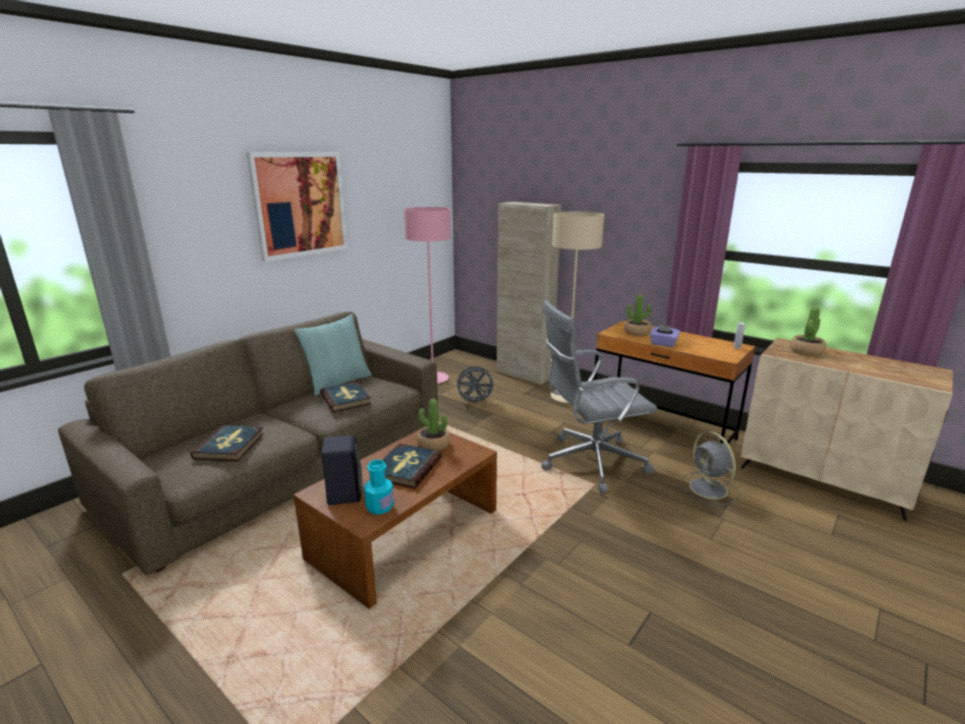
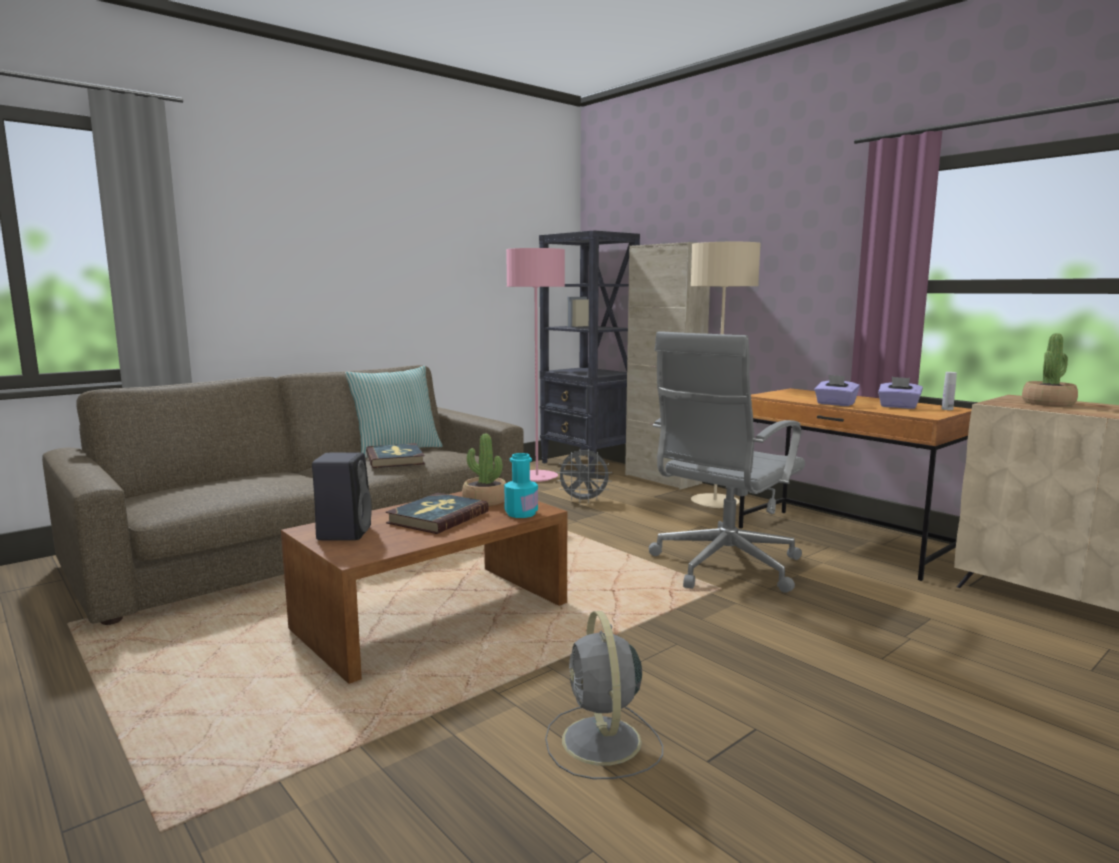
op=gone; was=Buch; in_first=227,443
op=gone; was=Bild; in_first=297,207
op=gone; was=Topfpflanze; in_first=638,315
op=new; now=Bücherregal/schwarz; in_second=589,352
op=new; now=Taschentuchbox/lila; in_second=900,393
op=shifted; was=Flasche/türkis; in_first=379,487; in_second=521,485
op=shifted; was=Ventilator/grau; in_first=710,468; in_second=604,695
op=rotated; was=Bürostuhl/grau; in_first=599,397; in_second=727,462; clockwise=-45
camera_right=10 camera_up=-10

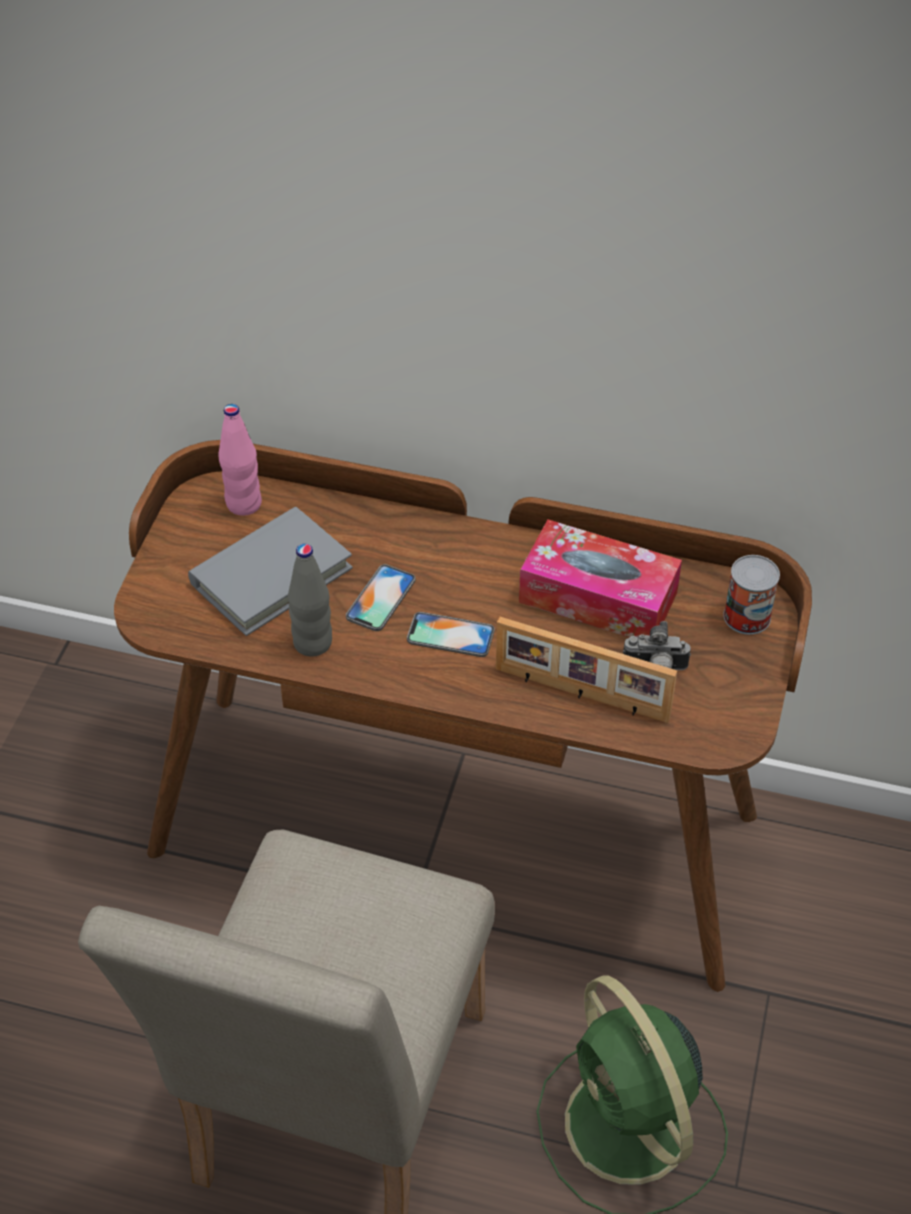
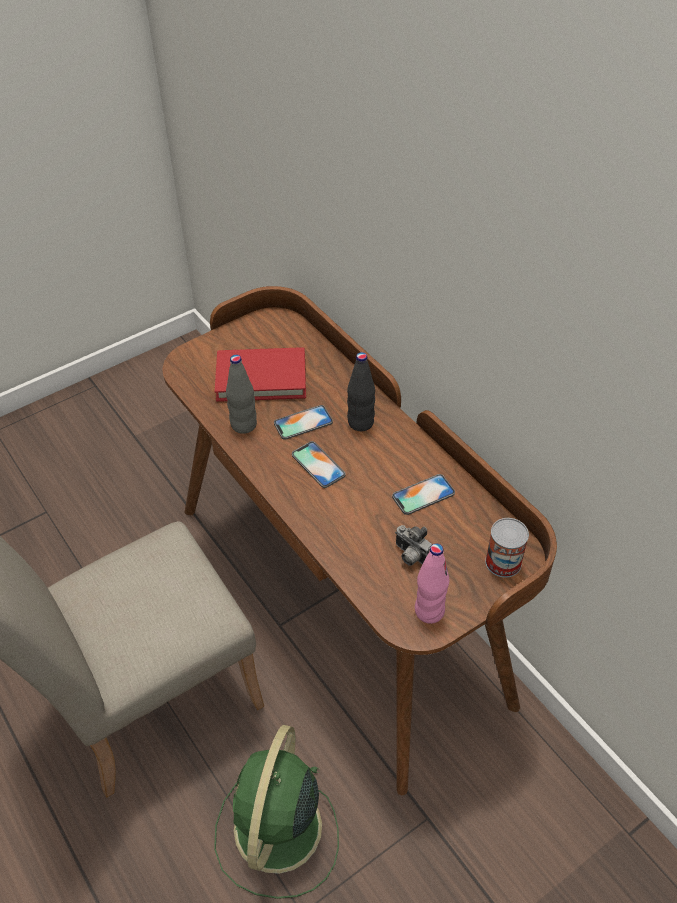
op=gone; was=Bilderrahmen; in_first=586,670
op=new; now=Flasche/schwarz; in_second=361,391
op=shifted; was=Flasche/rosa; in_first=240,460; in_second=432,583
op=swapped; was=Taschentuchbox; now=Handy; in_first=600,578; in_second=423,494
op=repainted; was=Buch/grau; now=Buch/rot; in_first=270,571; in_second=260,374
camera_right=40 camera_up=0

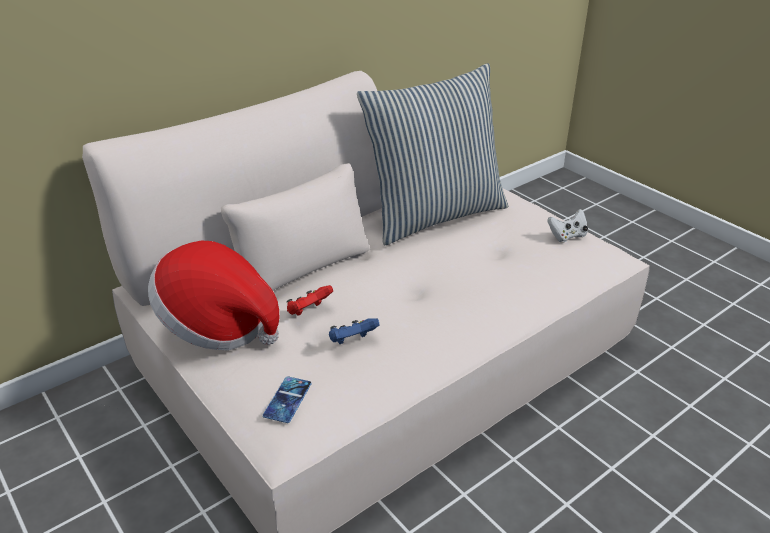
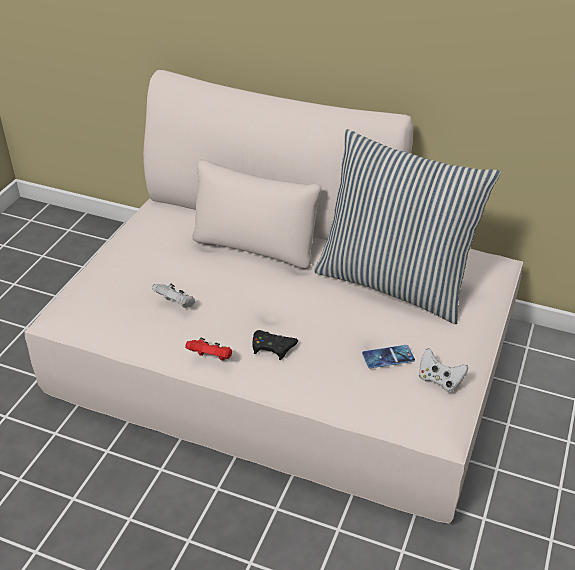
op=gone; was=Hut; in_first=213,296
op=new; now=Gamepad/schwarz; in_second=275,345
op=shifted; was=Handy; in_first=287,399; in_second=388,357
op=shifted; was=Gamepad/rot; in_first=310,300; in_second=209,349
op=repainted; was=Gamepad/blau; now=Gamepad/weiß; in_first=354,331; in_second=173,295
camera_right=60 camera_up=5

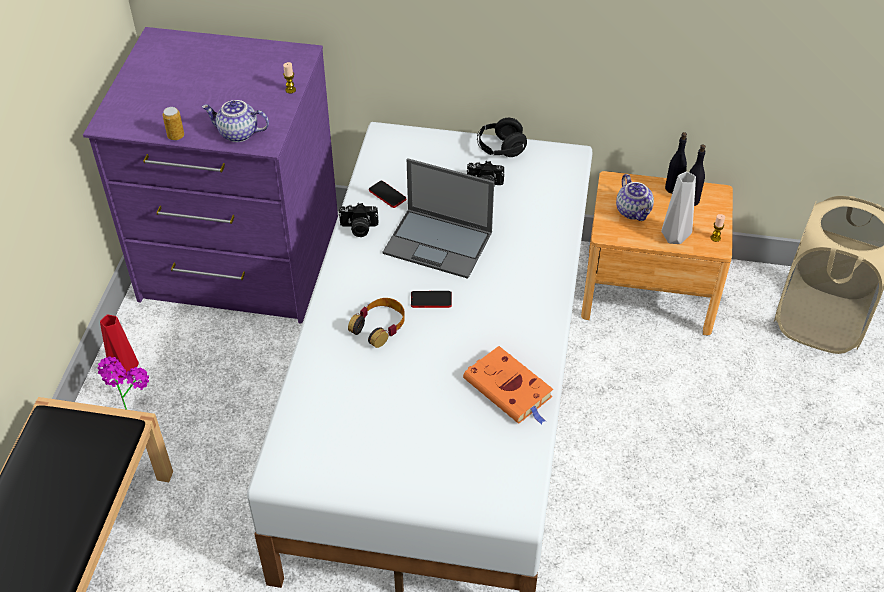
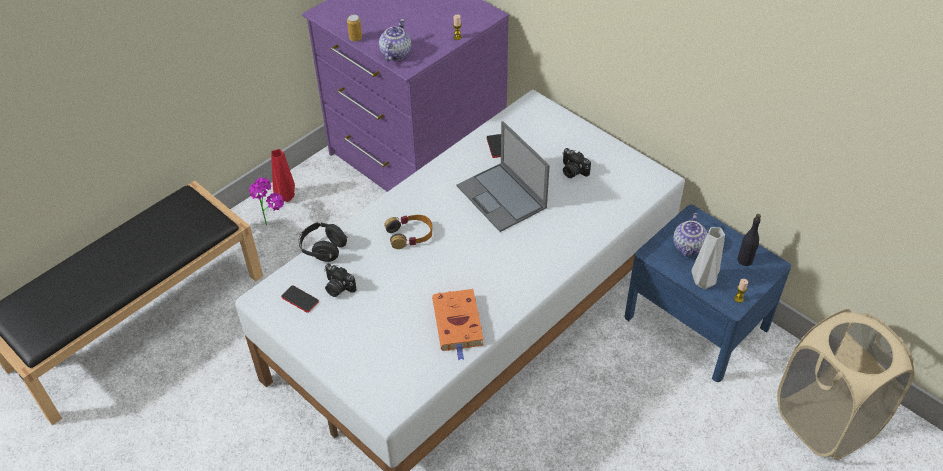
op=gone; was=Flasche/schwarz; in_first=676,163
op=shifted; was=Kamera; in_first=359,220; in_second=340,280
op=shifted; was=Handy; in_first=431,299; in_second=300,299
op=shifted; was=Kopfhörer/schwarz; in_first=502,137; in_second=323,242
op=repainted; was=Nachttisch/braun; now=Nachttisch/blau; in_first=657,253; in_second=707,293
op=rotated; was=Teekanne; in_first=235,121; in_second=395,40; clockwise=60
camera_right=35 camera_up=0

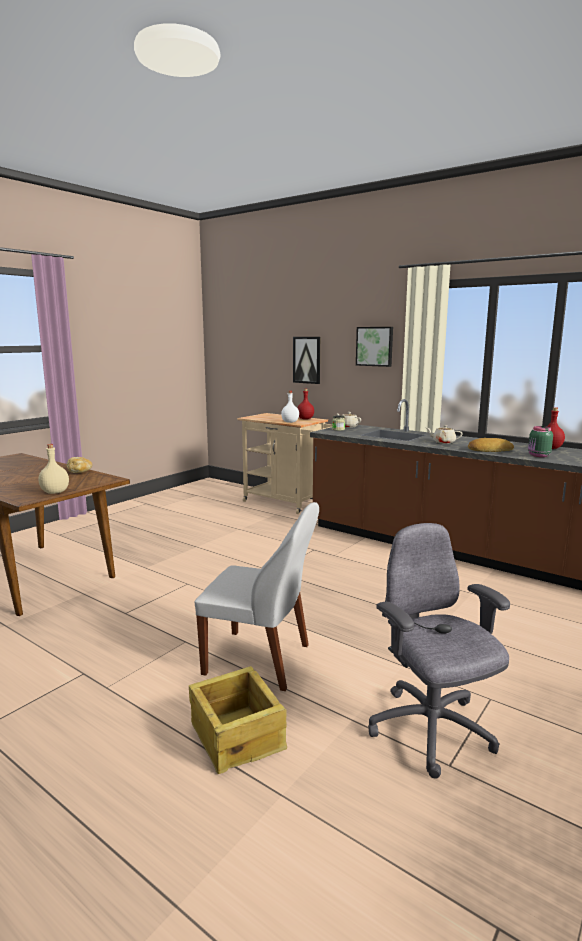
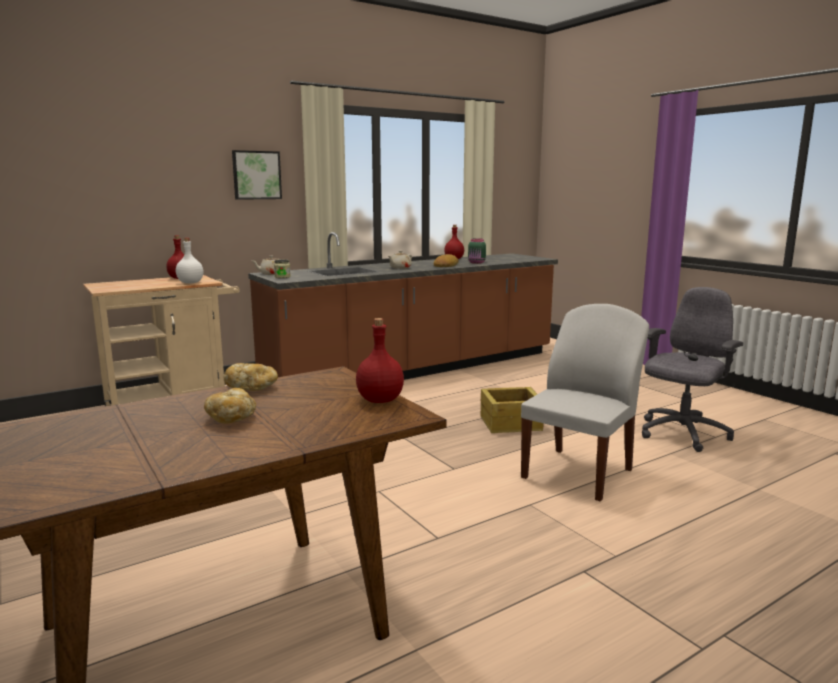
op=gone; was=Bild; in_first=306,360
op=new; now=Brot; in_second=230,406
op=shifted; was=Kiste; in_first=238,720; in_second=512,410
op=repainted; was=Flasche/beige; now=Flasche/rot; in_first=53,469; in_second=380,360
op=rotated; was=Bürostuhl/grau; in_first=439,650; in_second=692,369; clockwise=135
camera_right=-70 camera_up=0

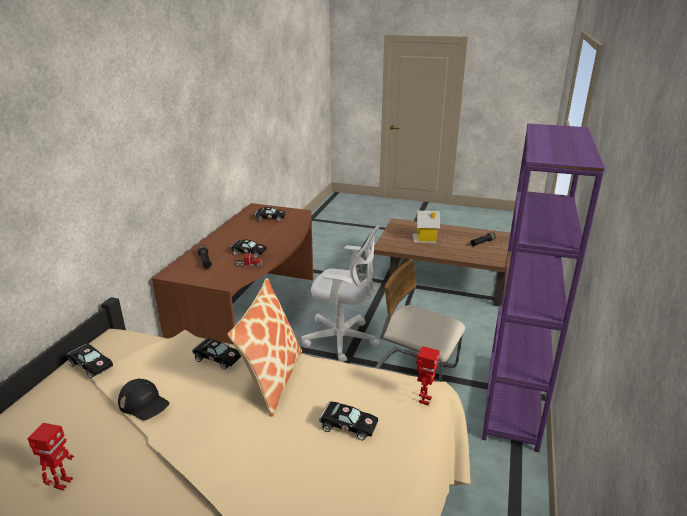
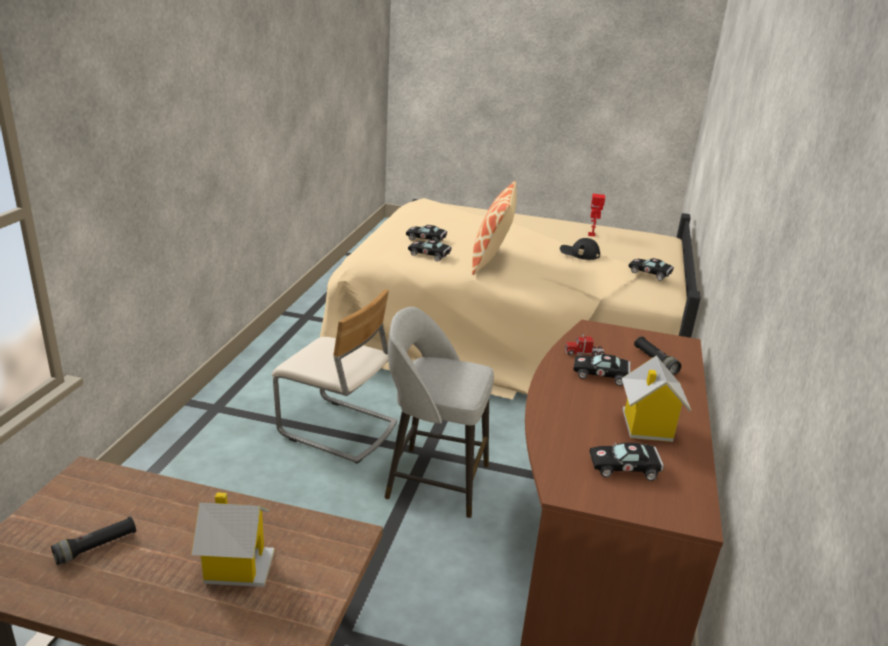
op=gone; was=Spielzeugroboter; in_first=428,376
op=gone; was=Bücherregal/lila; in_first=543,287
op=new; now=Spielzeughaus; in_second=657,399
op=shifted; was=Spielzeugauto/schwarz; in_first=216,354; in_second=430,250
op=swapped; was=Bürostuhl/weiß; now=Hocker/grau; in_first=340,293; in_second=439,412
camera_right=175 camera_up=0

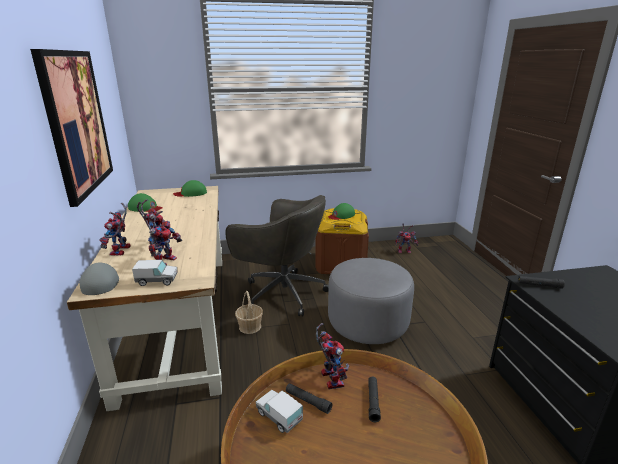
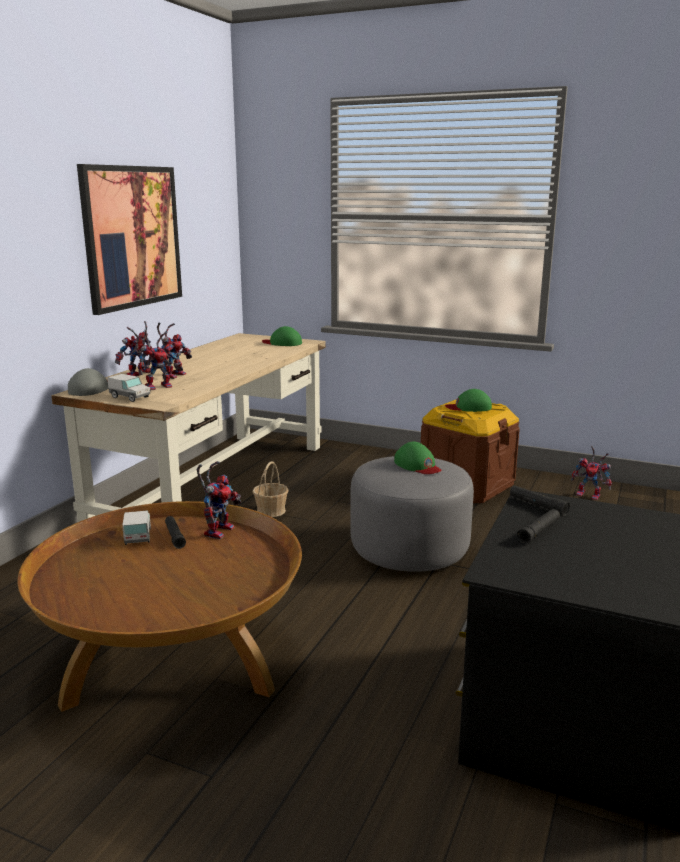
op=gone; was=Bürostuhl/grau; in_first=277,255
op=shifted; was=Kappe/grün; in_first=145,202; in_second=418,458
op=shifted; was=Taschenlampe/schwarz; in_first=374,399; in_second=538,526
camera_right=35 camera_up=-5

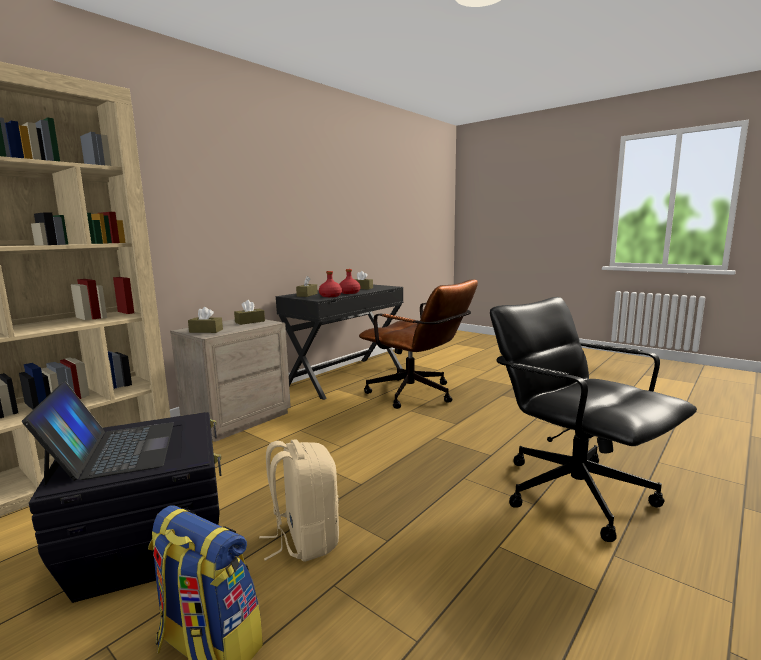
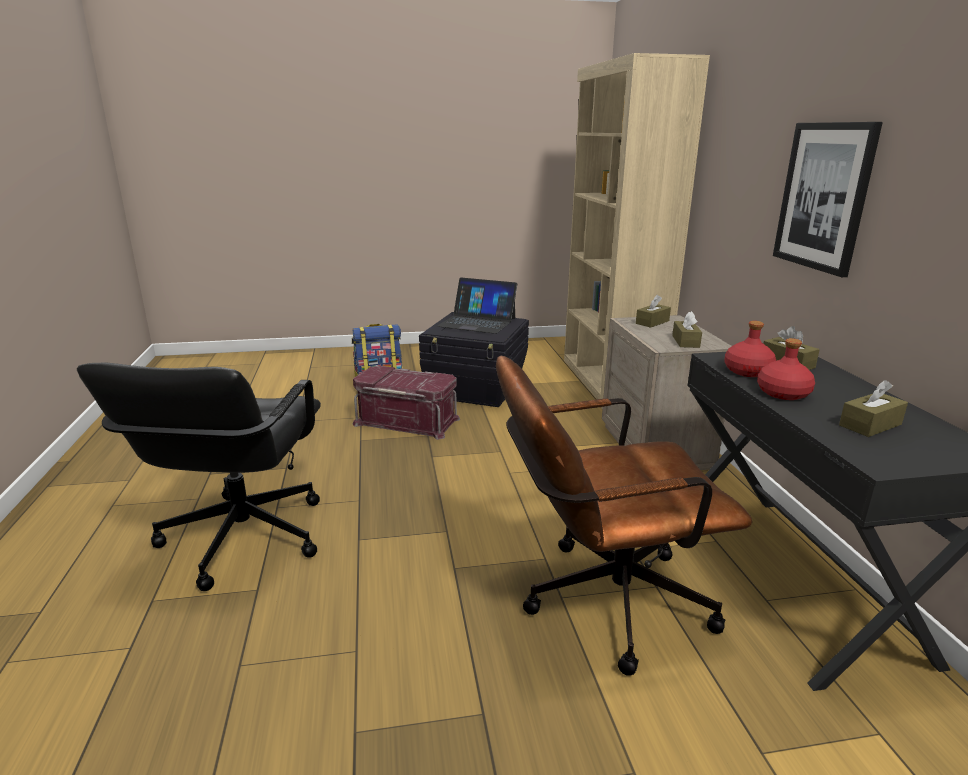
op=new; now=Bild; in_second=828,199
op=swapped; was=Rucksack/beige; now=Aufbewahrungsbox/rot; in_first=299,500; in_second=406,402
op=rotated; was=Bürostuhl/schwarz; in_first=593,419; in_second=199,476; clockwise=90
camera_right=130 camera_up=10

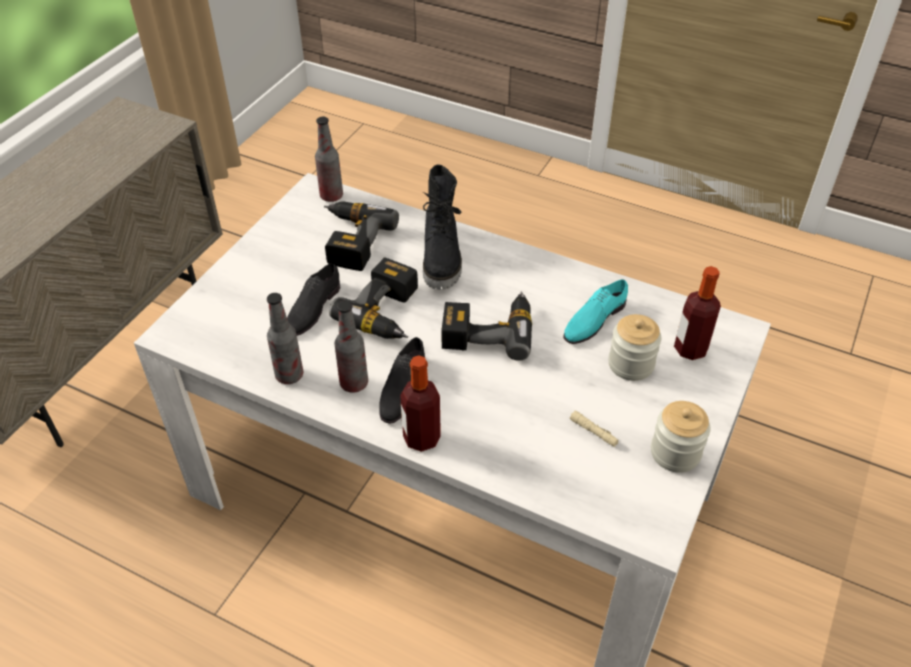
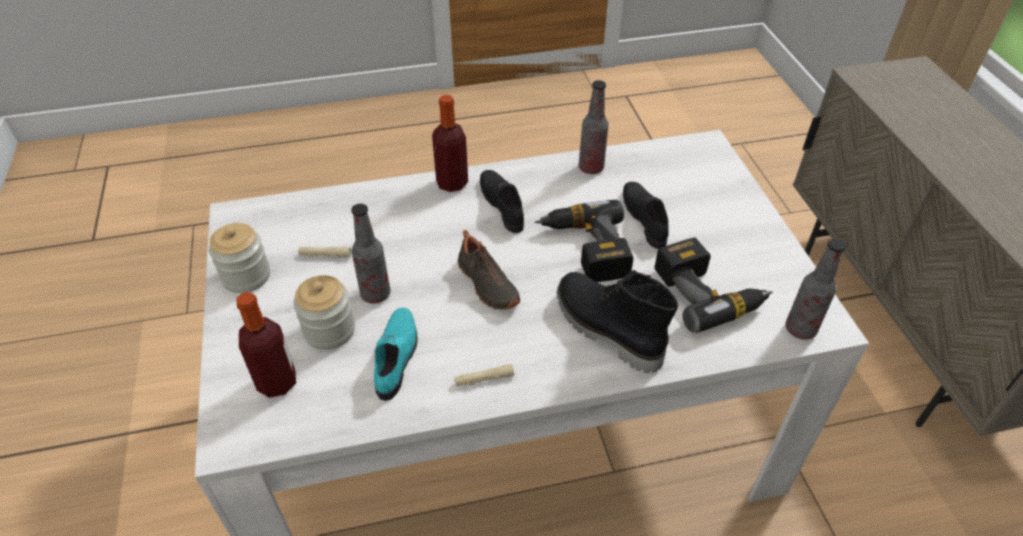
op=new; now=Taschenlampe/beige; in_second=484,375
op=shifted; was=Flasche; in_first=351,347; in_second=370,254
op=swapped; was=Bohrmaschine; now=Schuh/schwarz; in_first=486,326; in_second=489,270
camera_right=140 camera_up=0

